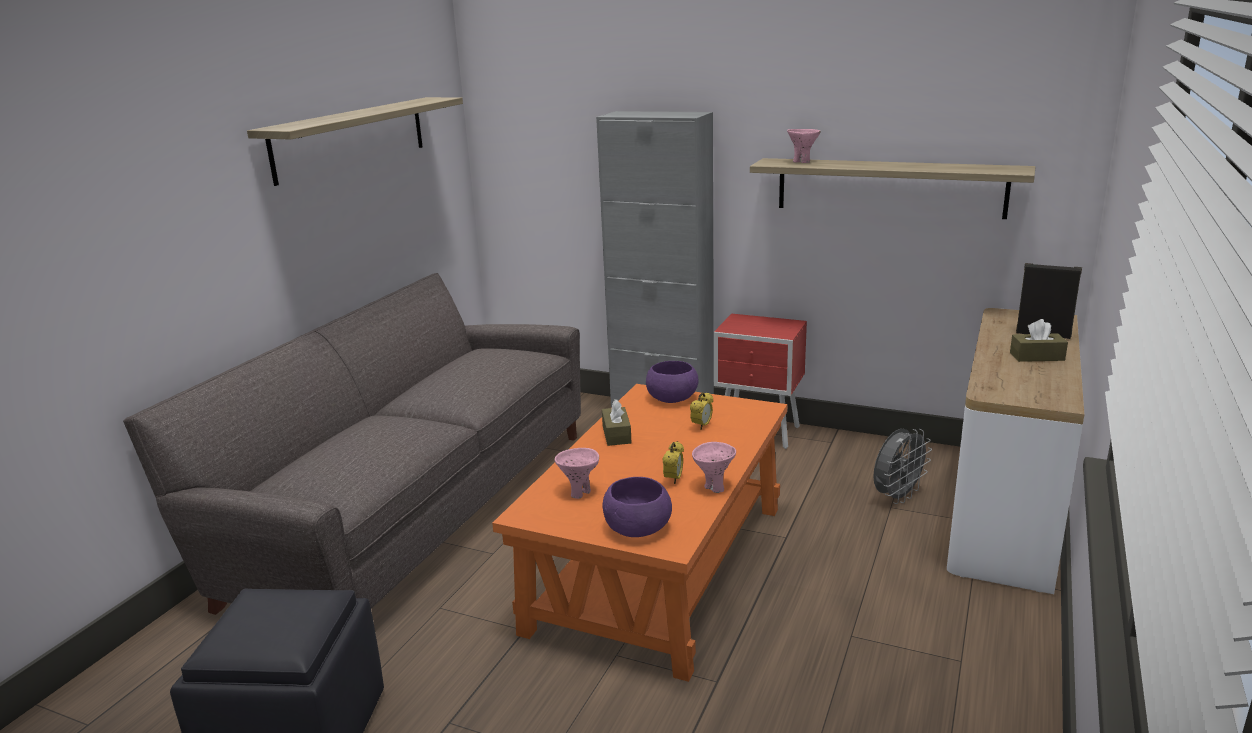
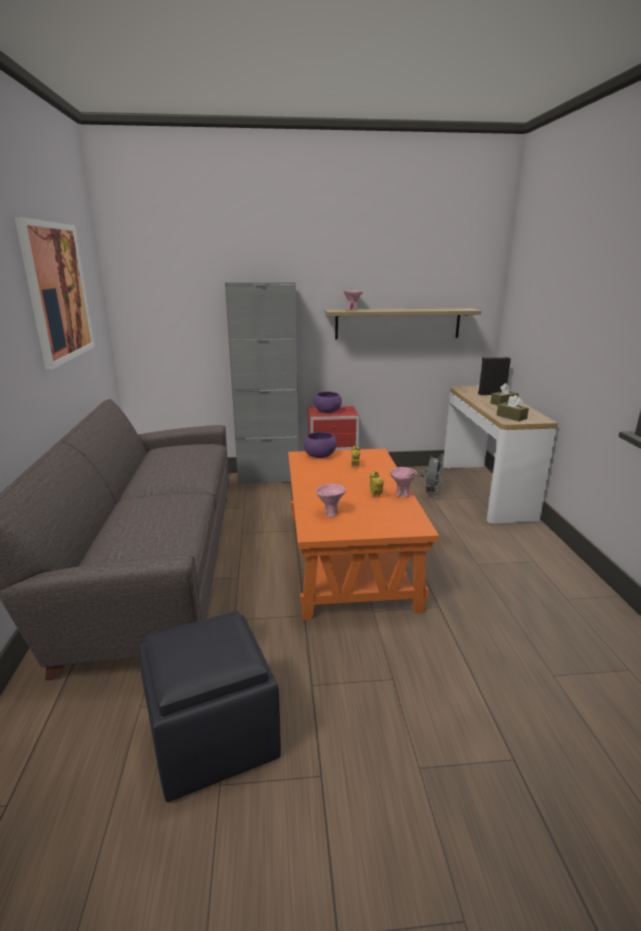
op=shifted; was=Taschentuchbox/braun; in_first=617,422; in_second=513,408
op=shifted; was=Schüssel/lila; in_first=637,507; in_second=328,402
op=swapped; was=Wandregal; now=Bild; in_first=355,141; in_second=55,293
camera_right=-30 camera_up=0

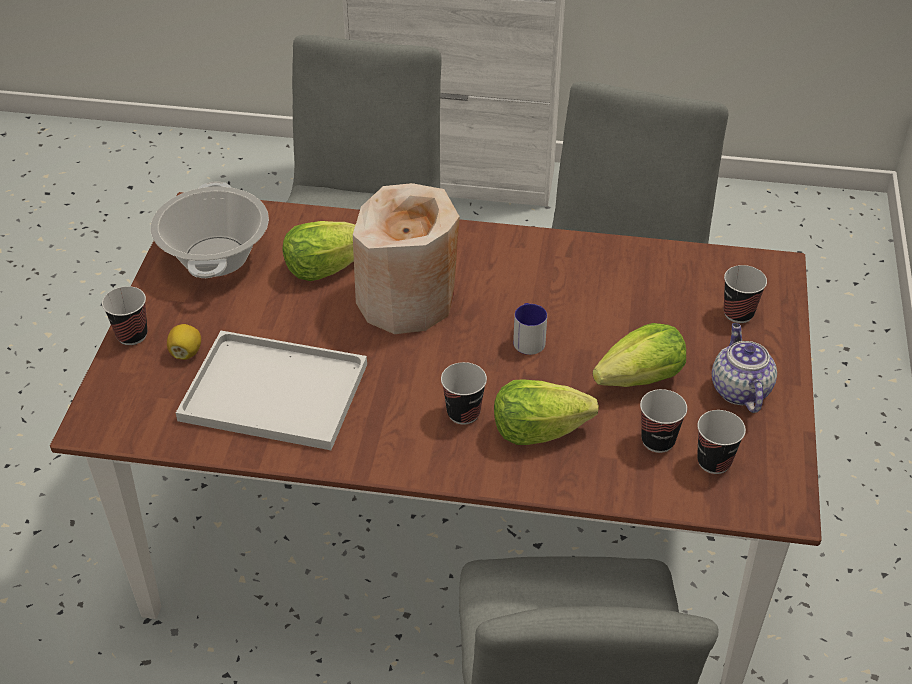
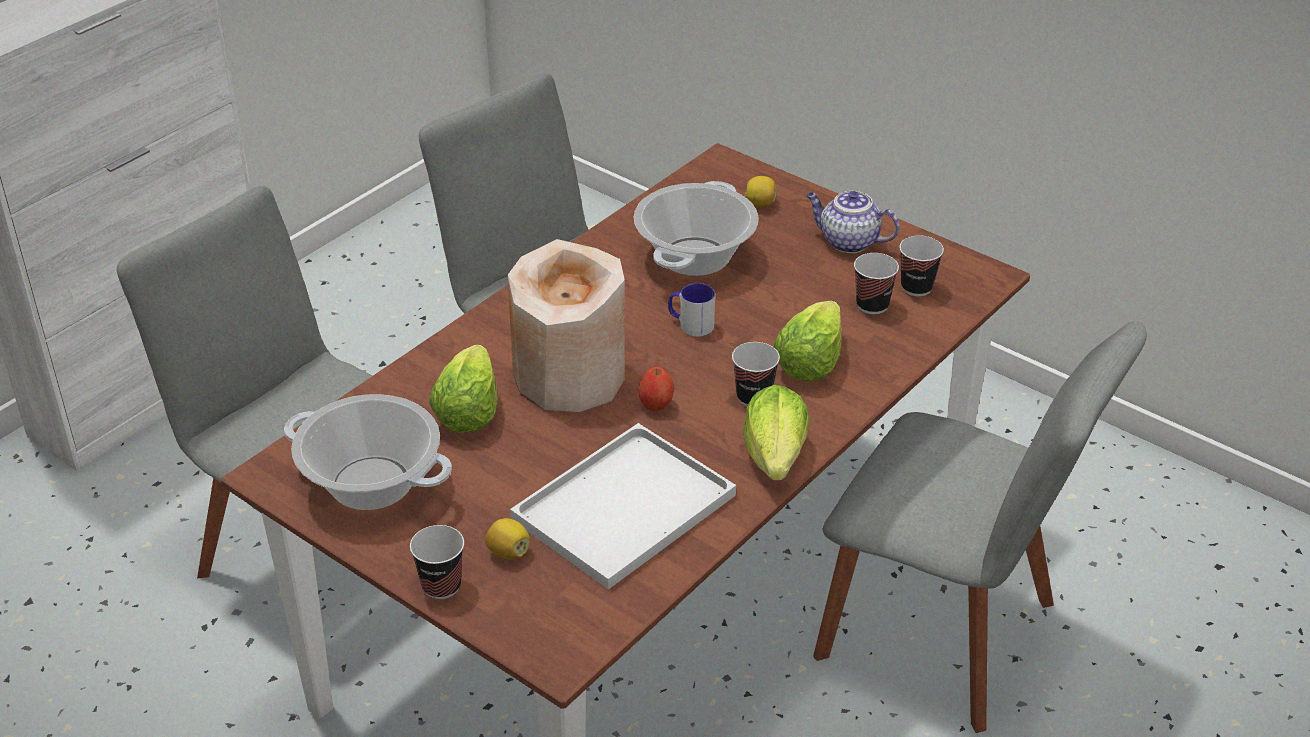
op=new; now=Kochtopf; in_second=696,228
op=new; now=Apfel; in_second=656,389
op=shifted; was=Salatkopf; in_first=639,355; in_second=776,432
op=swapped; was=Tasse; now=Zitrone; in_first=745,294; in_second=760,191
camera_right=-60 camera_up=-5

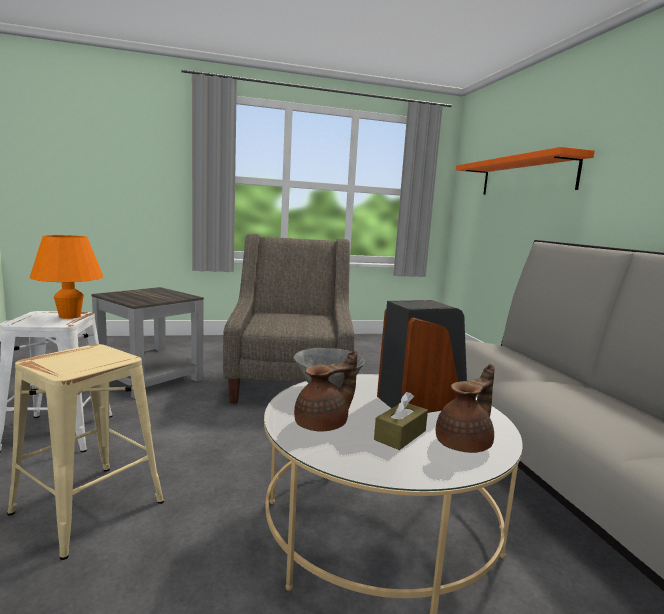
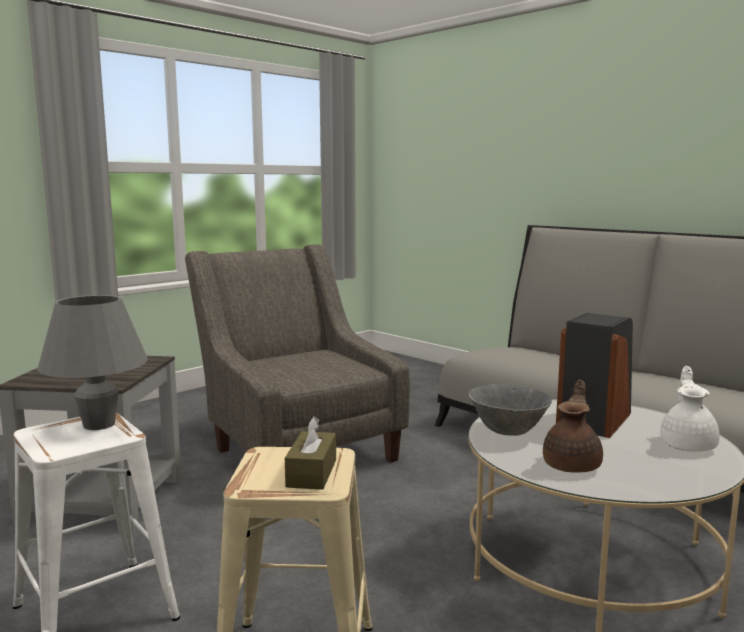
op=gone; was=Wandregal/orange; in_first=525,171
op=shifted; was=Taschentuchbox/braun; in_first=401,421; in_second=310,453
op=repainted; was=Tischlampe/orange; now=Tischlampe/grau; in_first=66,277; in_second=92,362
op=repainted; was=Teekanne/braun; now=Teekanne/weiß; in_first=465,408; in_second=690,409
camera_right=-30 camera_up=0

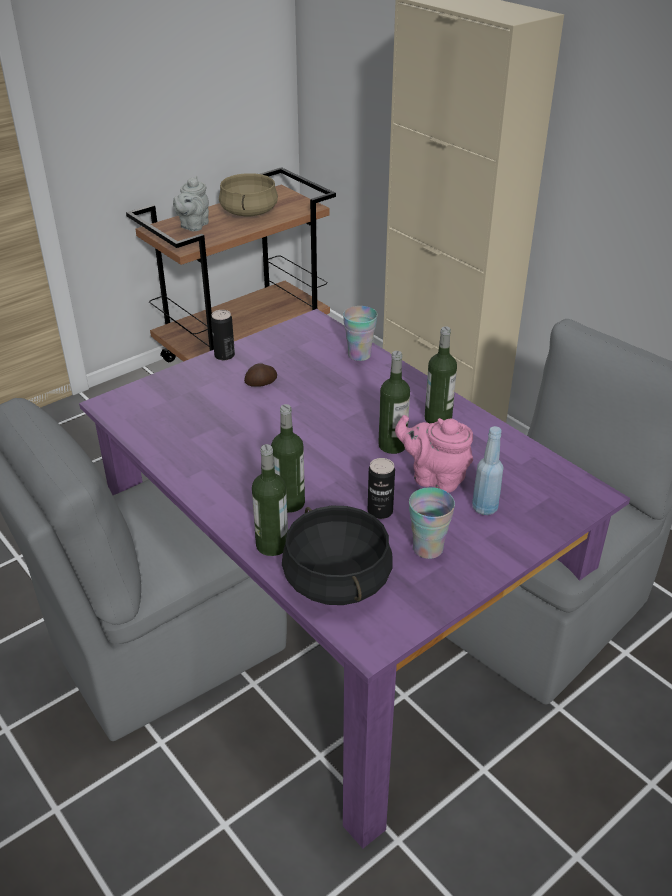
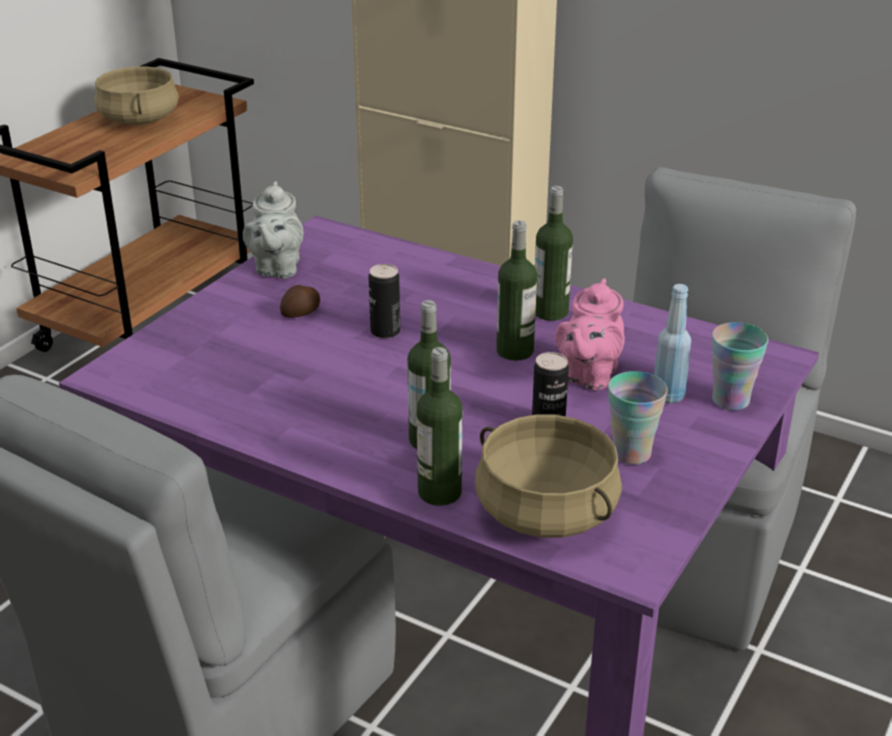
op=shifted; was=Teekanne/grau; in_first=191,203; in_second=273,230
op=shifted; was=Dose; in_first=223,335; in_second=384,301
op=shifted; was=Tasse; in_first=360,333; in_second=740,366
op=repainted; was=Kochtopf/schwarz; now=Kochtopf/beige; in_first=337,555; in_second=548,476
op=rotated; was=Teekanne/rosa; in_first=434,454; in_second=590,334; clockwise=-75
camera_right=-20 camera_up=-5

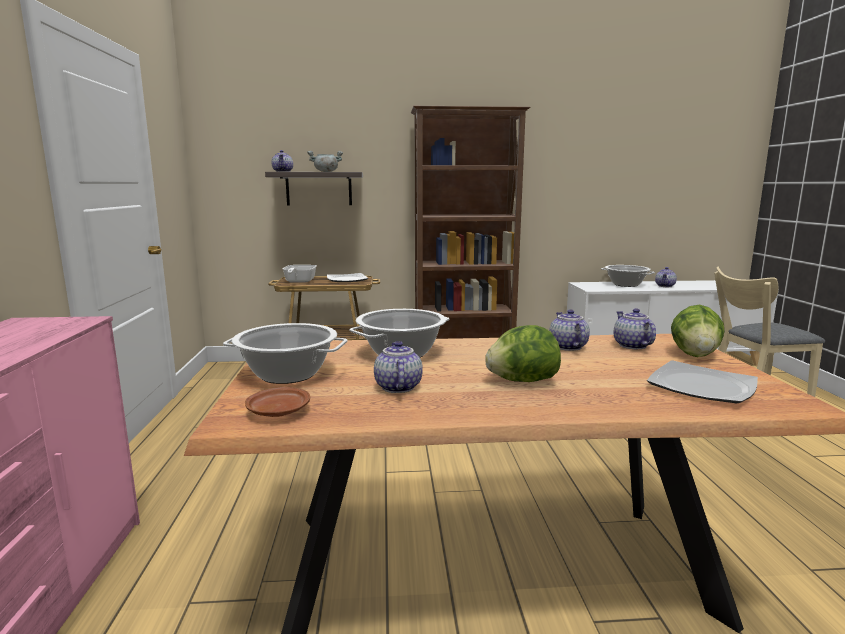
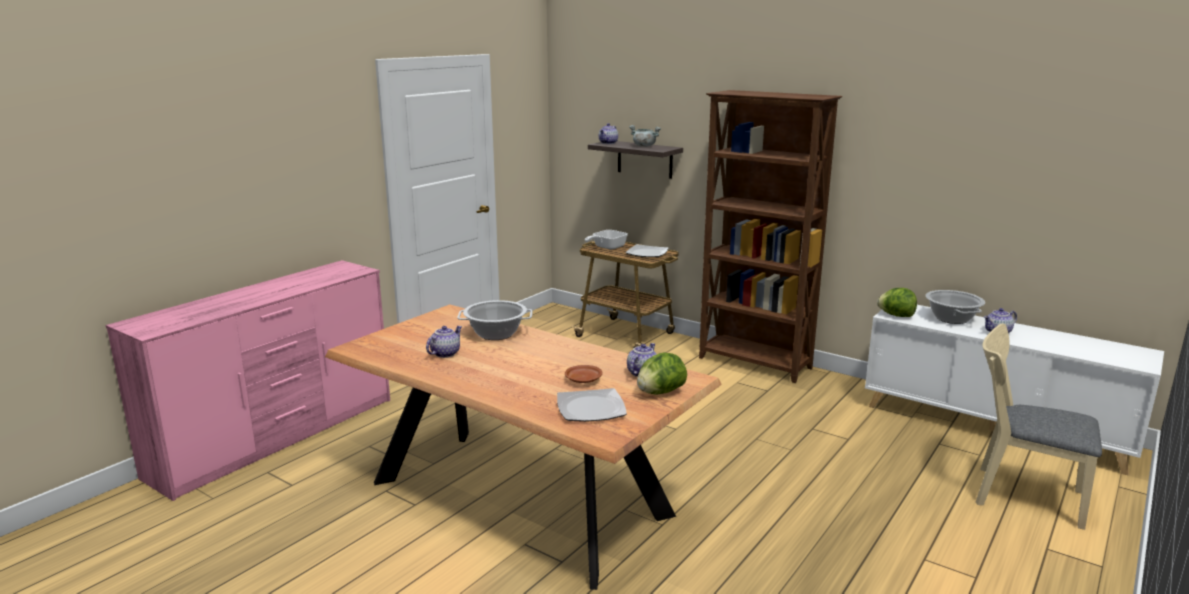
op=gone; was=Kochtopf; in_first=285,353
op=gone; was=Teekanne; in_first=569,330
op=shifted; was=Teller/braun; in_first=277,402; in_second=584,374
op=shifted; was=Salatkopf; in_first=523,353; in_second=897,302
camera_right=40 camera_up=5

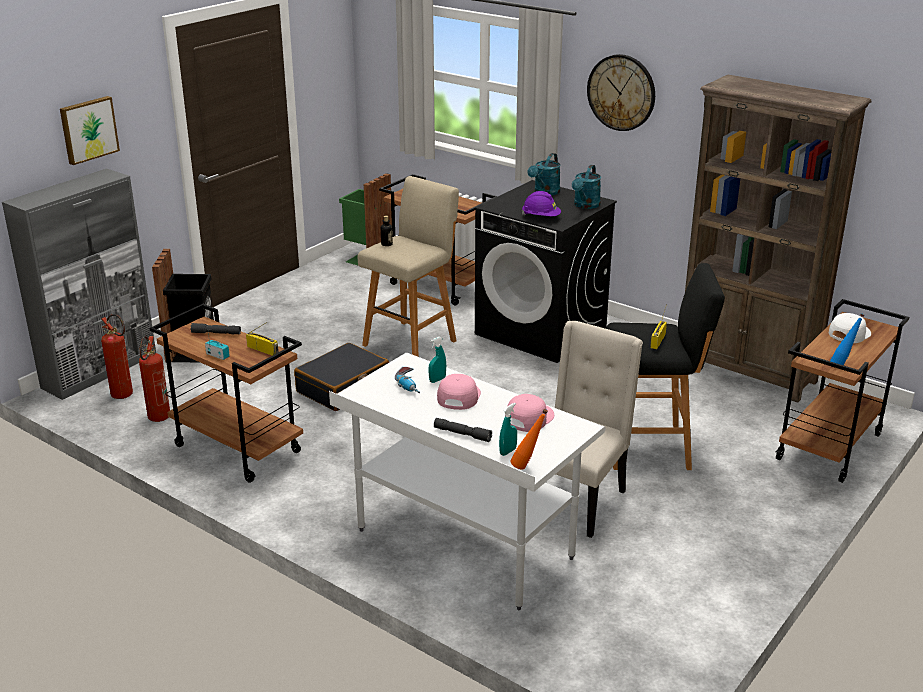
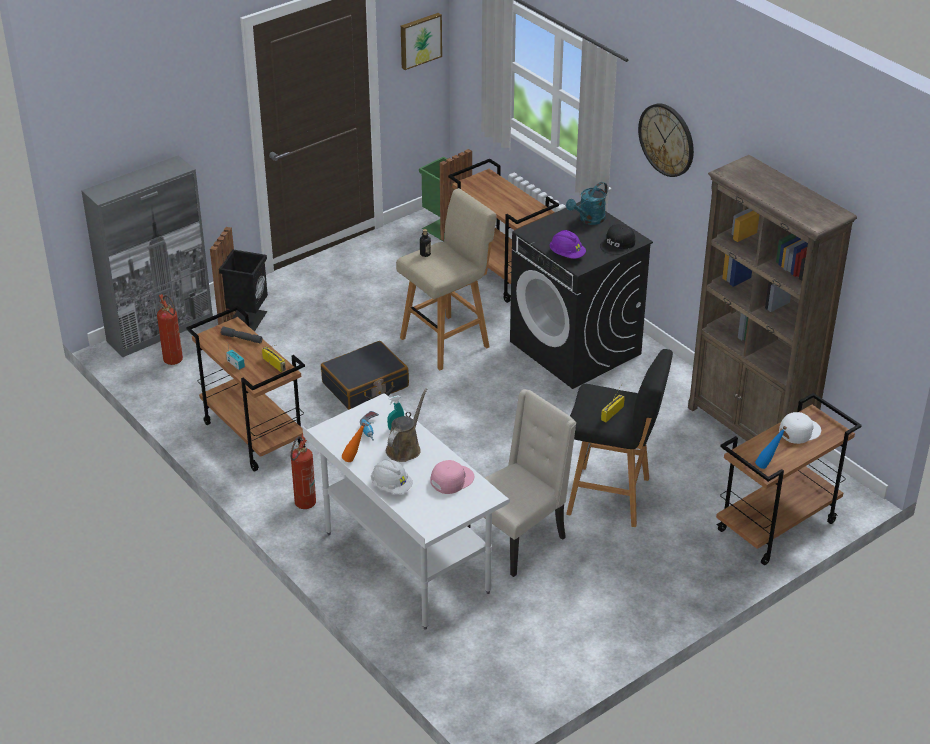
op=gone; was=Sprühflasche/türkis; in_first=508,429
op=shifted; was=Bild; in_first=90,130; in_second=421,41
op=shifted; was=Feuerlöscher; in_first=154,379; in_second=303,471
op=shifted; was=Flasche/orange; in_first=529,439; in_second=354,442
op=swapped; was=Taschenlampe/grau; now=Schutzhelm/weiß; in_first=463,430; in_second=392,476
op=swapped; was=Kappe/rosa; now=Gießkanne/braun; in_first=459,392; in_second=406,425
op=swapped; was=Gießkanne/türkis; now=Kappe/schwarz; in_first=586,187; in_second=617,239
camera_right=15 camera_up=10

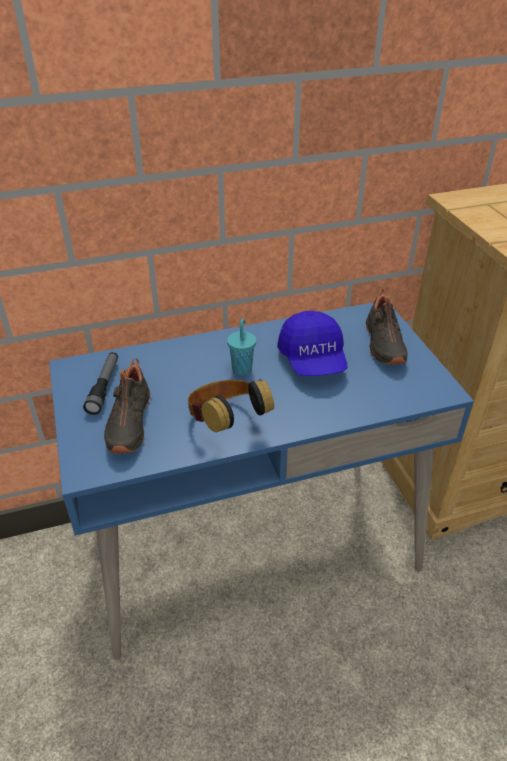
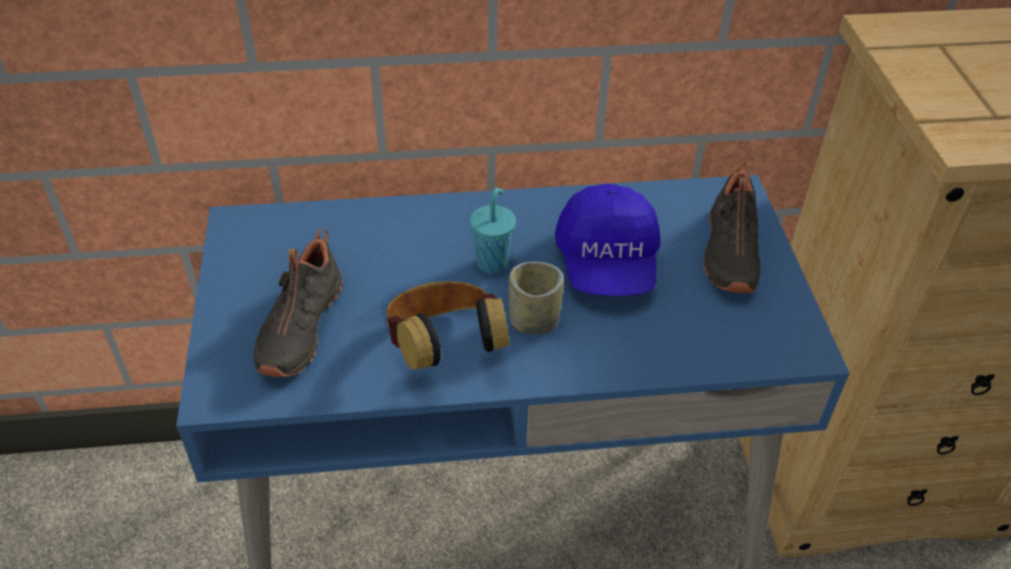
op=gone; was=Taschenlampe; in_first=100,383
op=new; now=Tasse; in_second=536,298
camera_right=10 camera_up=5

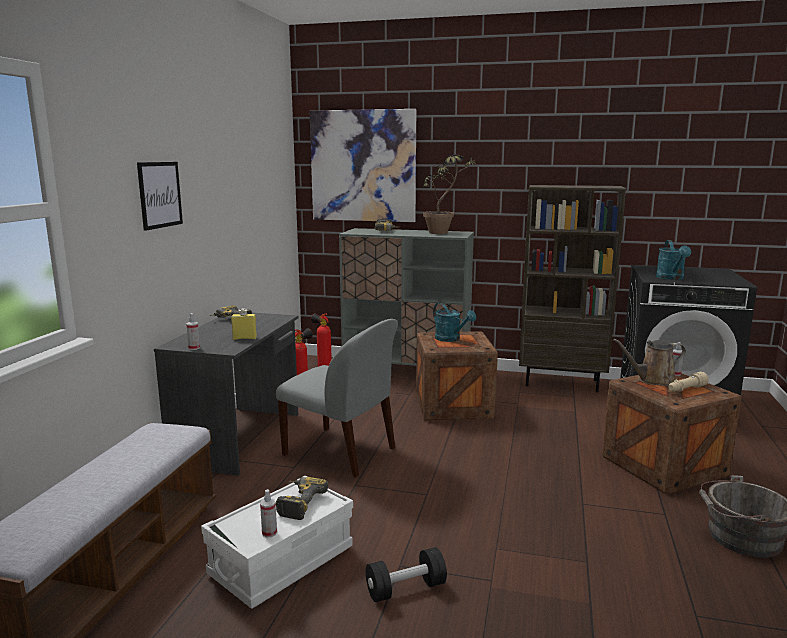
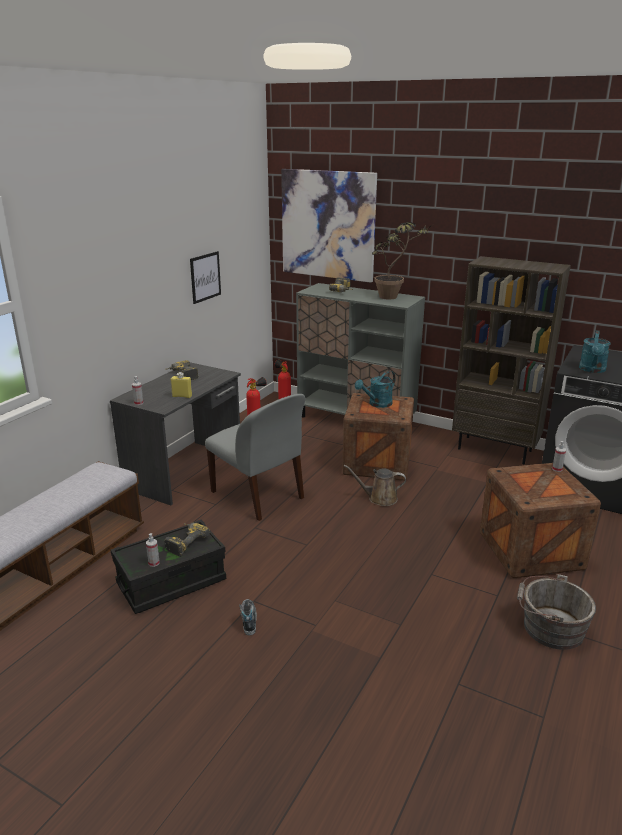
op=gone; was=Taschenlampe/beige; in_first=688,382
op=shifted; was=Bild; in_first=160,196; in_second=205,277
op=shifted; was=Gießkanne/braun; in_first=649,362; in_second=375,485
op=swapped; was=Hantel/schwarz; now=Schuh; in_first=406,574; in_second=248,617
op=repainted; was=Aufbewahrungsbox/weiß; now=Aufbewahrungsbox/schwarz; in_first=277,542; in_second=168,567
op=rotated; was=Gießkanne/türkis; in_first=454,322; in_second=375,389; clockwise=75
camera_right=15 camera_up=10

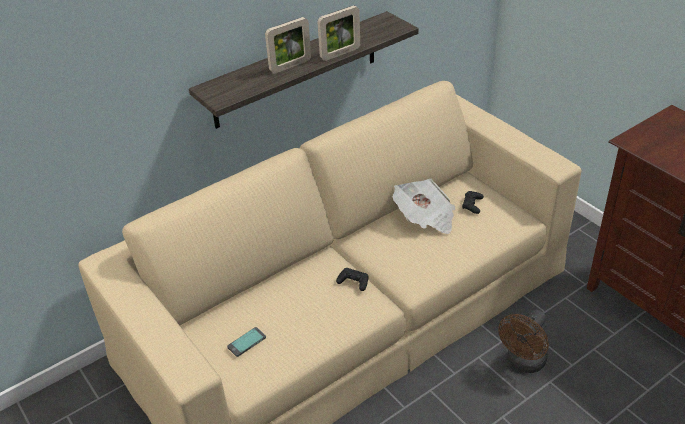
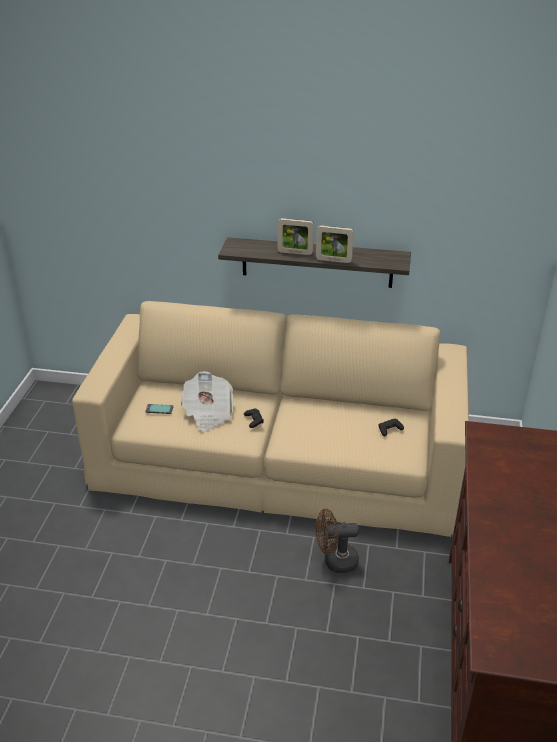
op=shifted; was=Zeitung; in_first=424,206; in_second=207,401
camera_right=45 camera_up=-5

